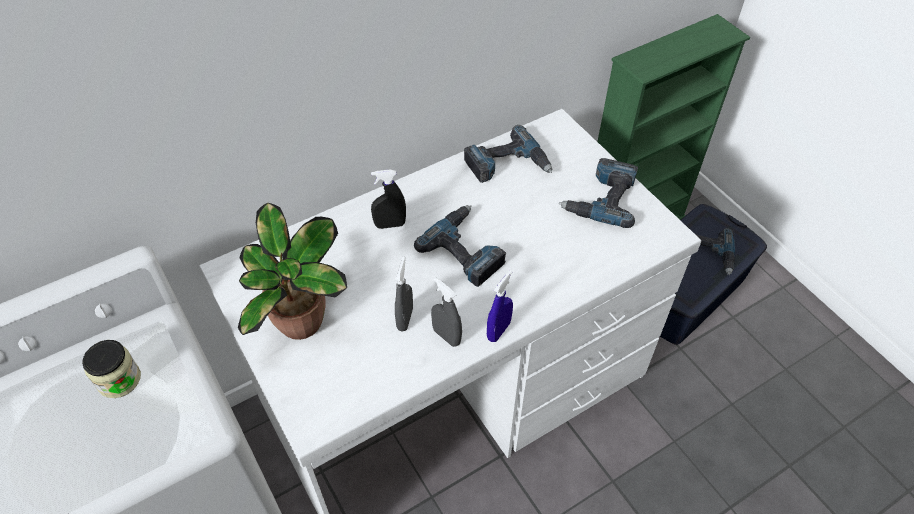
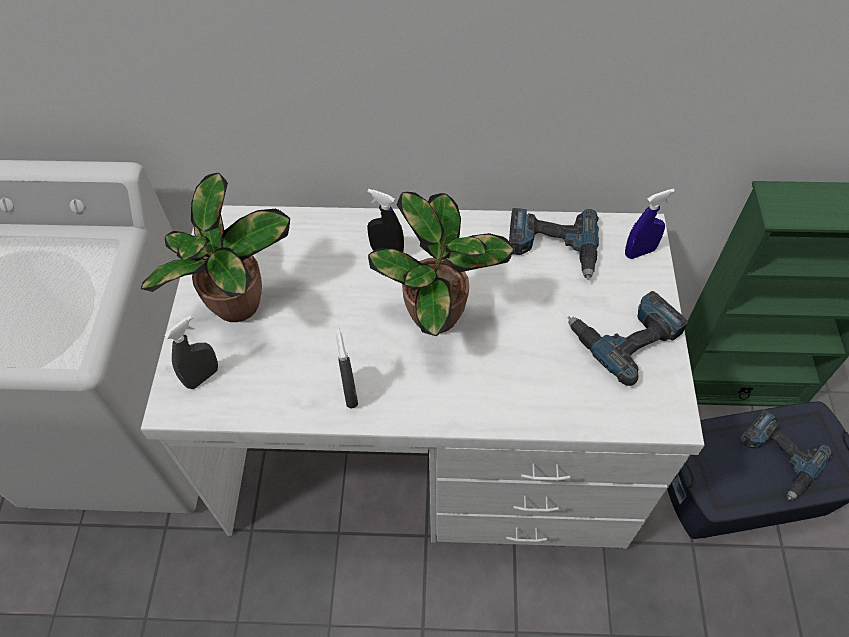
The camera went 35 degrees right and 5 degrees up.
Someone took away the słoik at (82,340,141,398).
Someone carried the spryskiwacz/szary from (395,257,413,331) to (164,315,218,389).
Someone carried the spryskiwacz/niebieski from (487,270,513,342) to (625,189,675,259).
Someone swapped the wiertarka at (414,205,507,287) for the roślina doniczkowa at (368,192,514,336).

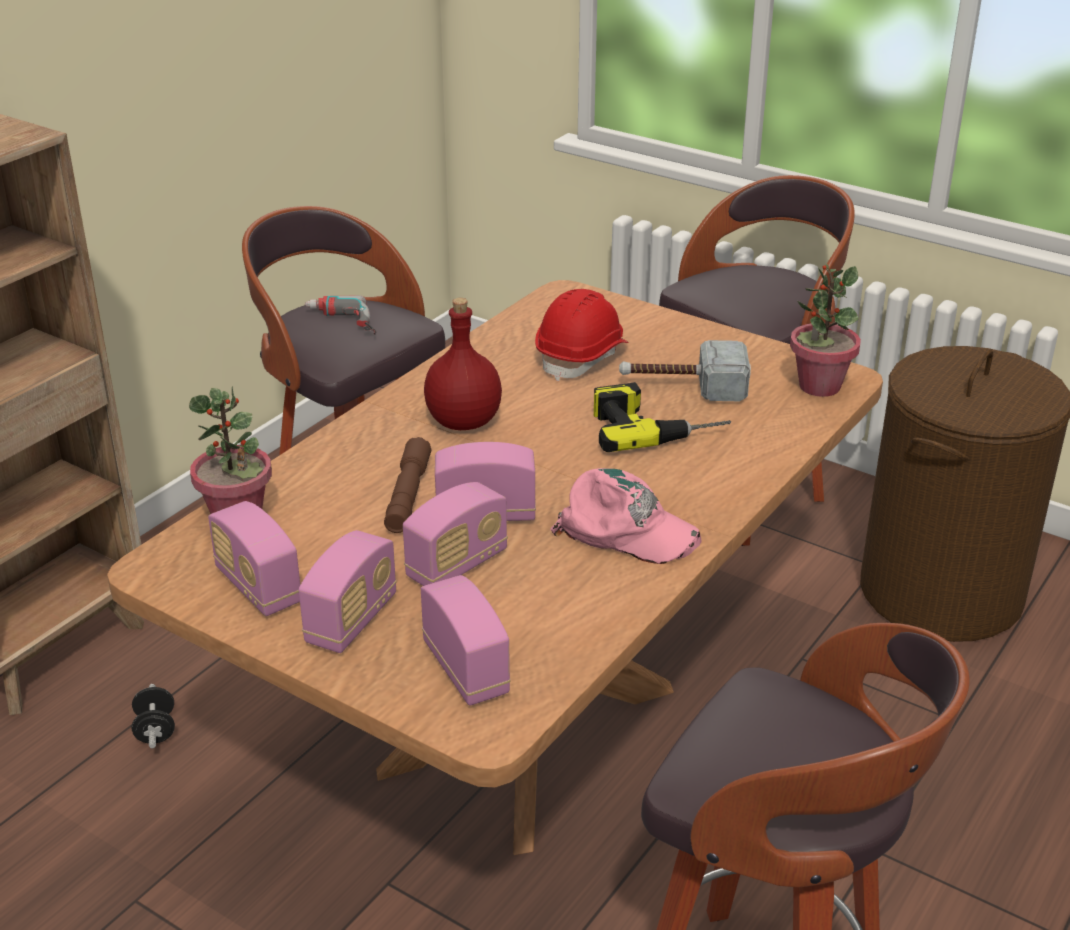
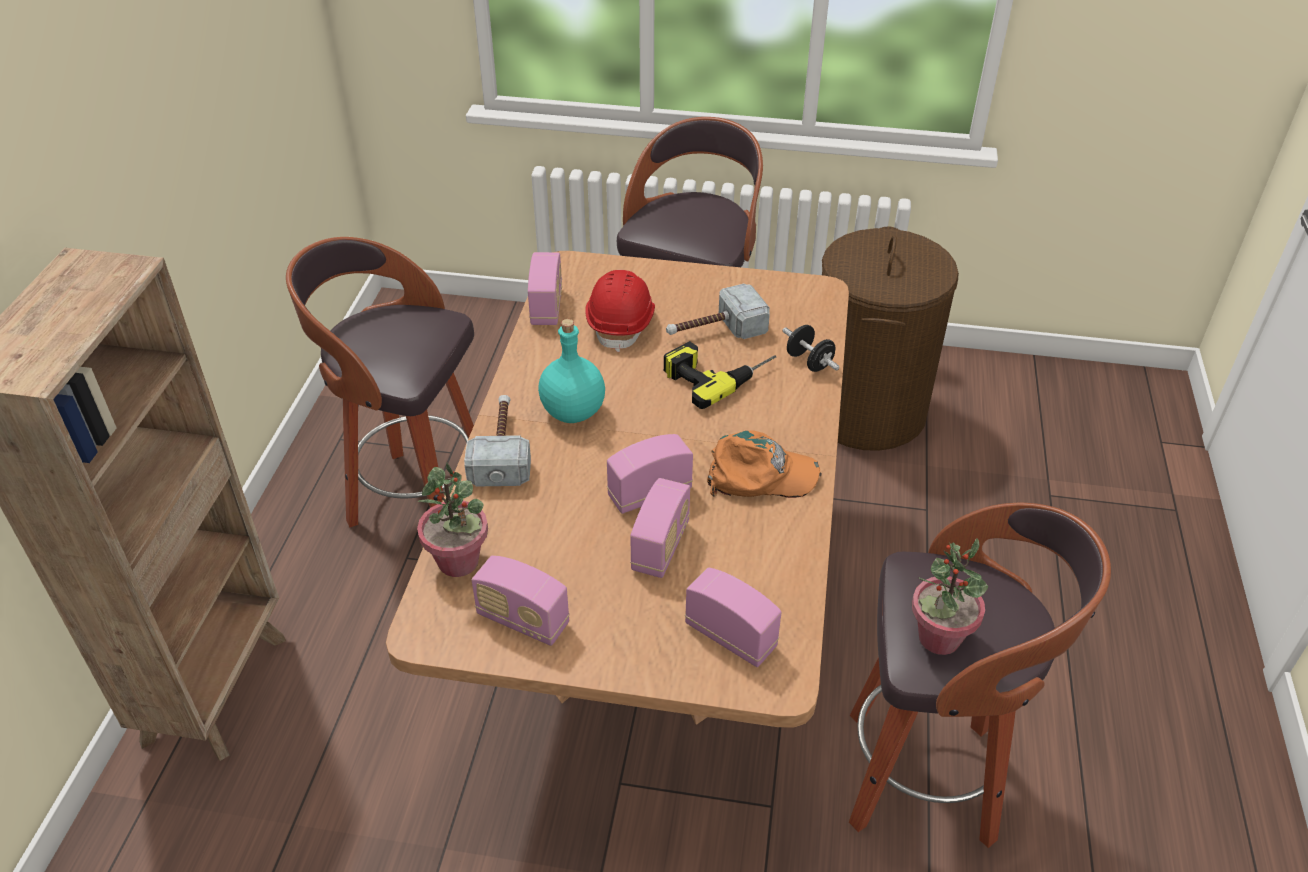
The camera went 25 degrees left and 10 degrees up.
Someone took away the wiertarka at (305,295,376,335).
Someone took away the latarka/brązowy at (384,437,432,533).
Someone put down the młotek at (464,395,531,487).
Someone carried the hantel/czarny from (132,684,175,748) to (782,325,839,372).
Someone carried the radio from (299,530,397,653) to (528,252,562,325).
Someone carried the roślina doniczkowa from (790,264,861,397) to (912,538,988,655).
Someone repainted the butelka/czerwony at (424,298,502,430), which became the butelka/turkusowy at (538,319,605,423).
Someone repainted the czapka z daszkiem/różowy at (550,468,701,564), which became the czapka z daszkiem/pomarańczowy at (707,430,822,498).

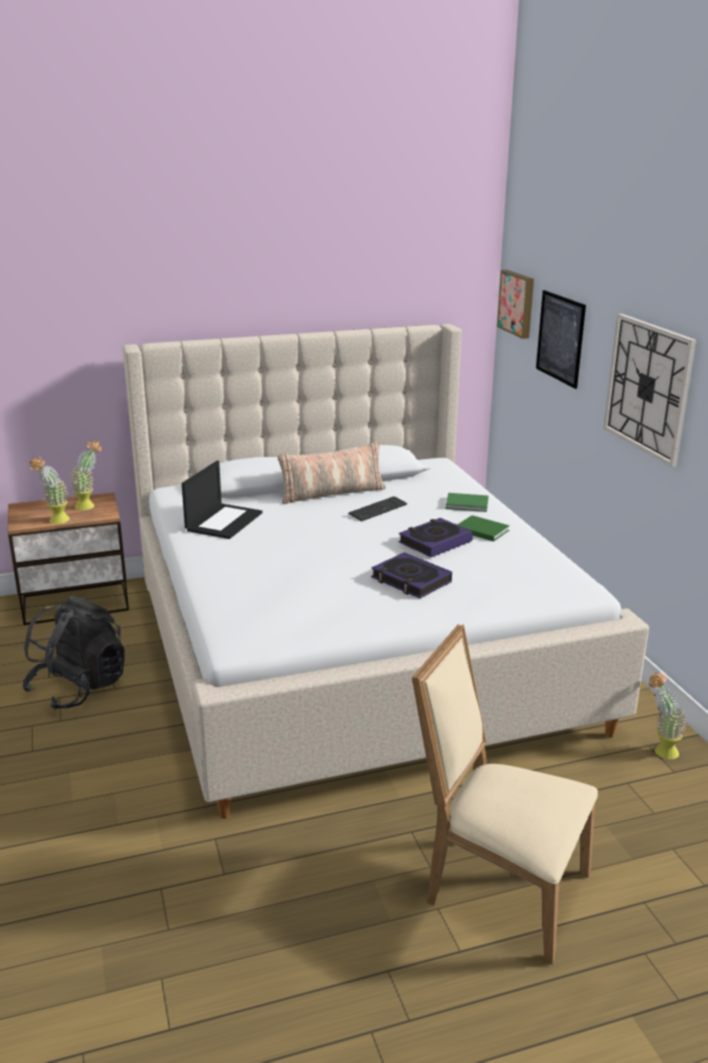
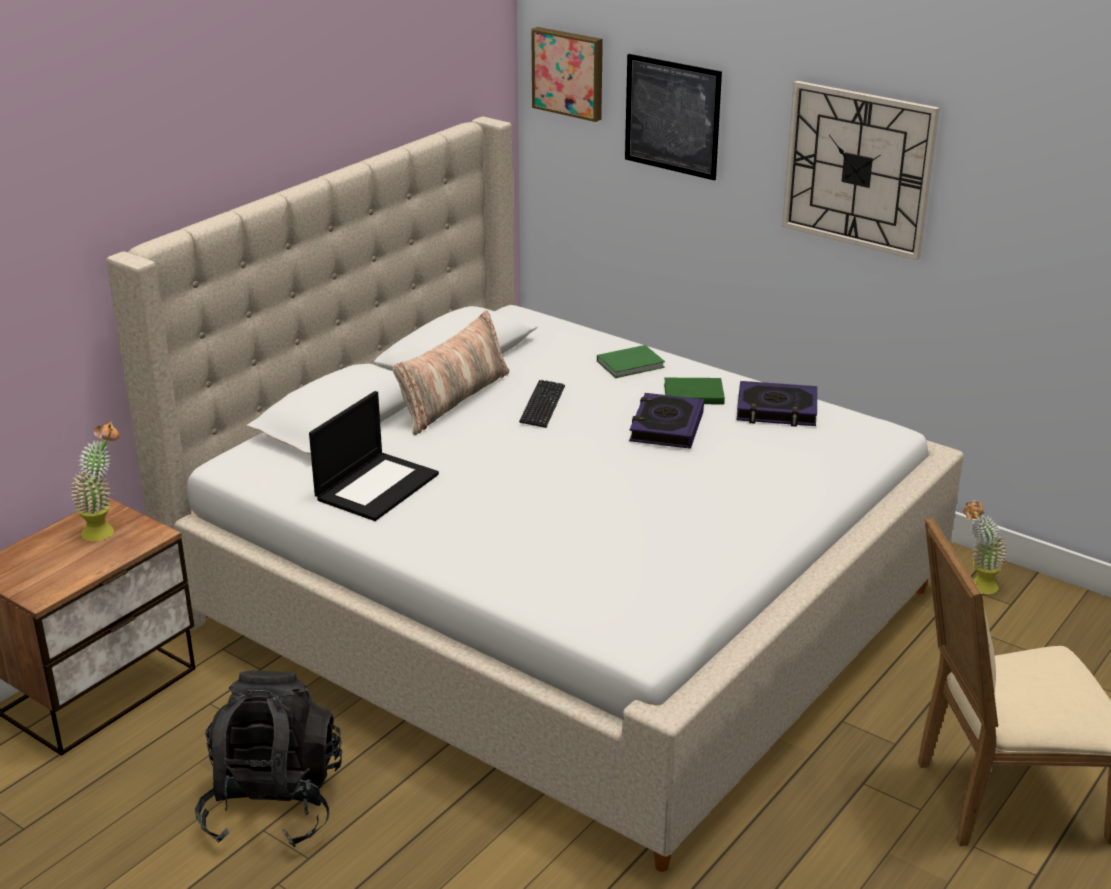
The camera went 35 degrees left and 5 degrees up.
Someone took away the roślina doniczkowa at (29,457,70,524).
Someone carried the książka from (371,552,452,599) to (736,381,817,427).
Someone rotated the laptop at (182,461,263,539) by 45 degrees clockwise.

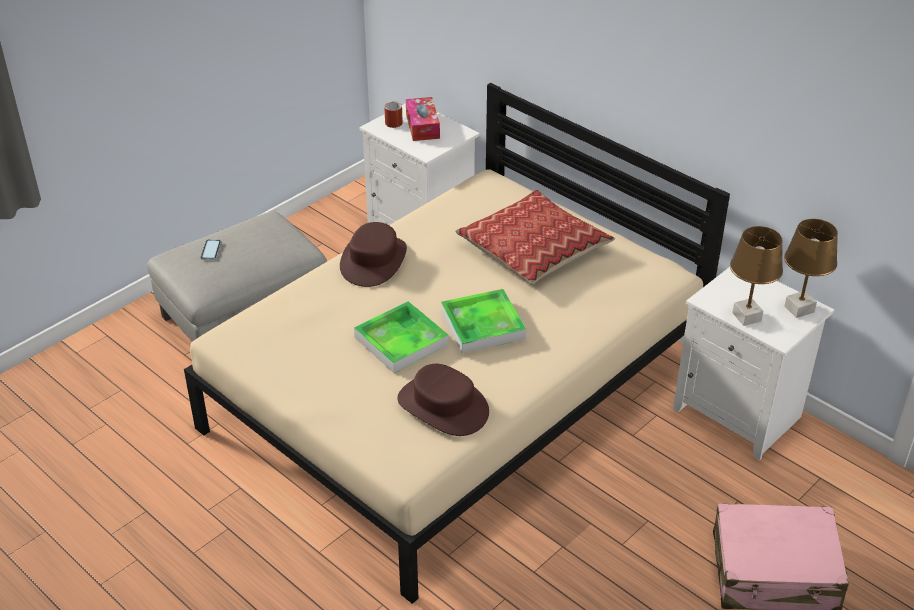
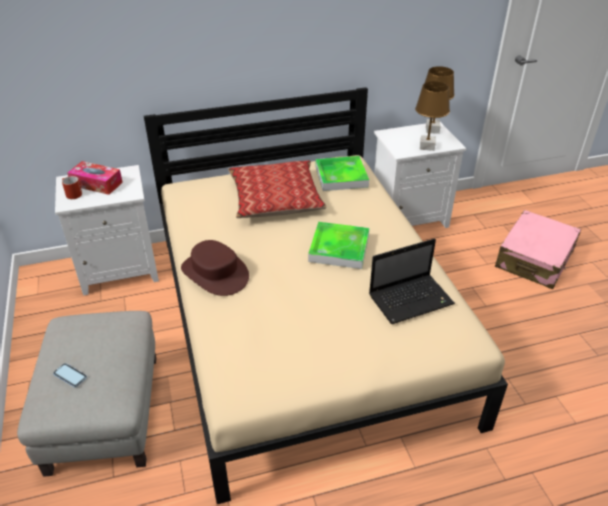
The camera went 60 degrees left and 0 degrees up.
Someone carried the taca from (354,301,449,373) to (315,156,369,191).
Someone swapped the kapelusz/brązowy at (397,364,489,436) for the laptop at (369,238,455,324).

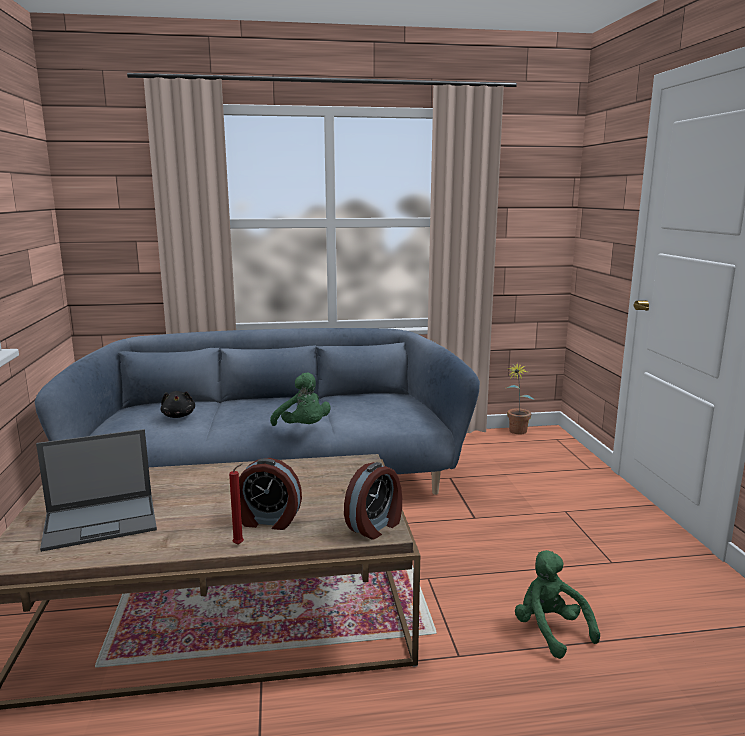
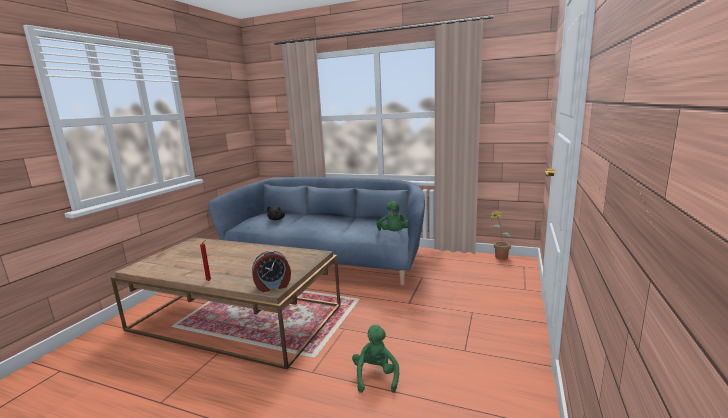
The camera went 30 degrees right and 0 degrees up.
Someone took away the laptop at (36,429,157,552).
Someone took away the budzik at (239,458,302,530).
Someone carried the pluszak/zielony from (270,372,331,426) to (377,201,408,231).

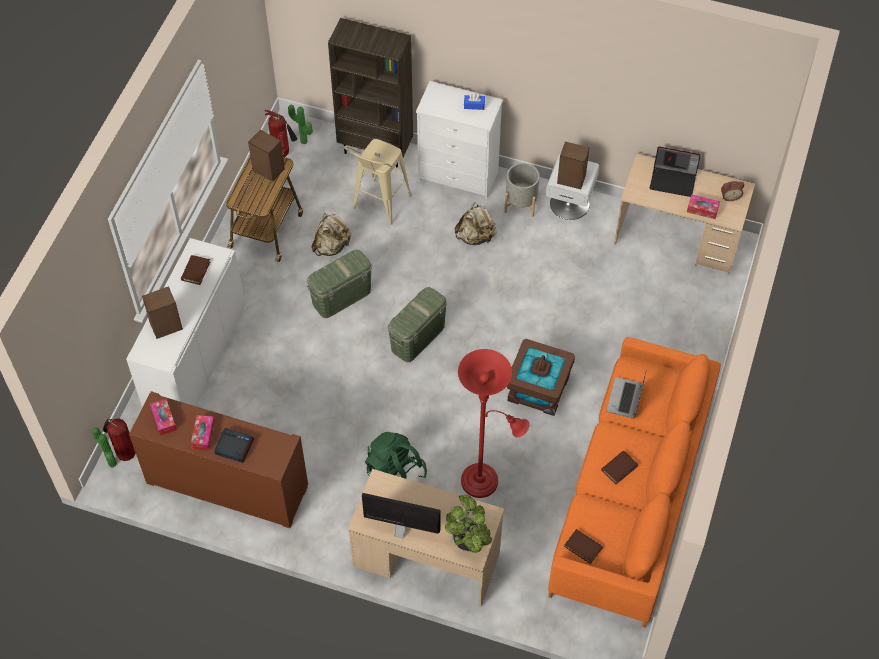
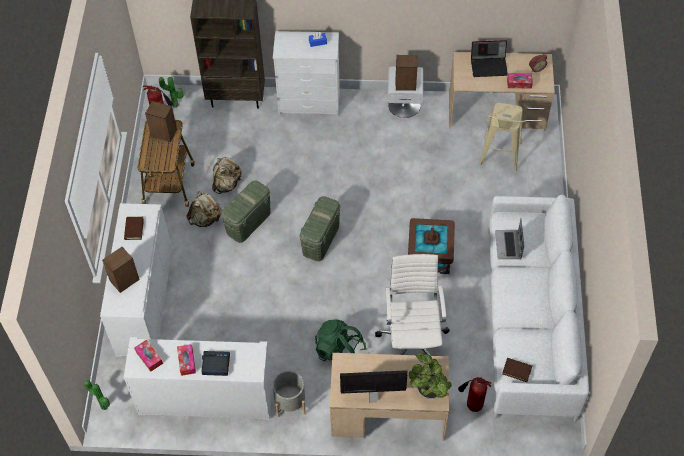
The camera went 15 degrees left and 0 degrees up.
Someone took away the książka/brązowy at (601,450,638,484).
Someone carried the gaśnica from (103,418,135,461) to (458,377,492,412).
Someone carried the stołek/beżowy from (344,139,412,225) to (479,103,526,171).
Someone carried the plecak/beżowy from (454,202,497,245) to (186,192,223,227).
Someone carried the donica/szary from (504,163,540,217) to (272,371,306,417).
Someone swapped the lampa stojąca/czerwony at (458,349,530,498) for the krzesło biurowe/biały at (375,254,450,356).
Someone repainted the szafka/brązowy at (129,391,308,528), which became the szafka/biały at (124,337,273,420).
Someone repainted the kanapa/pomarańczowy at (548,337,721,627), which became the kanapa/biały at (489,195,589,421).

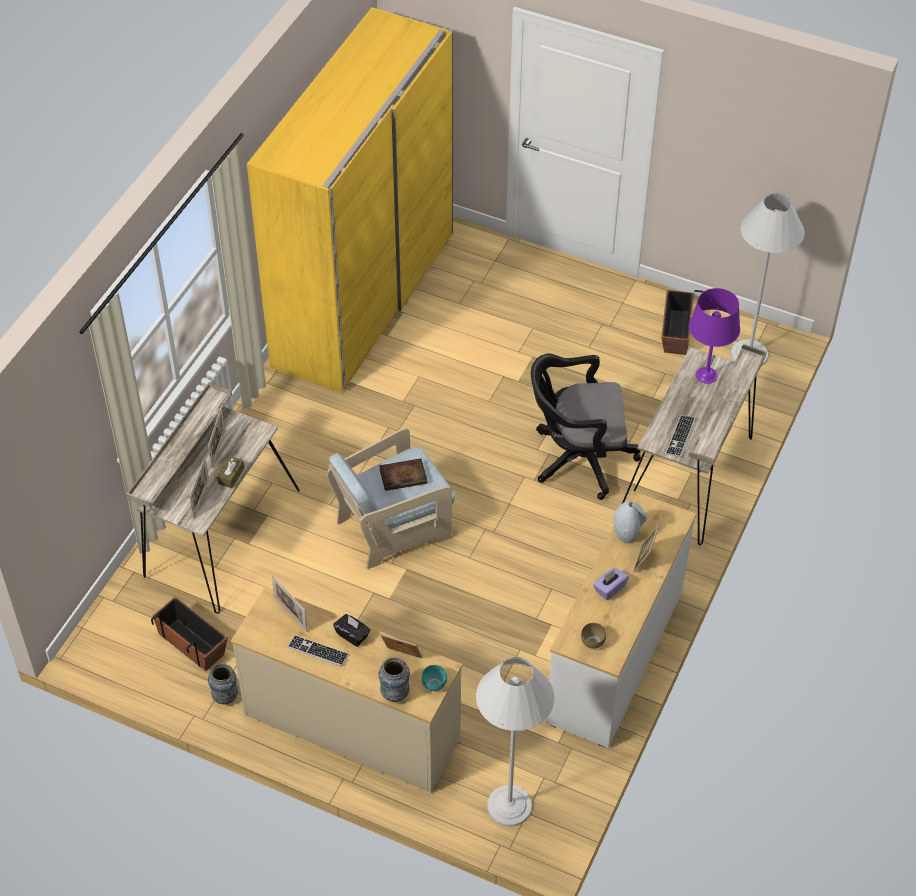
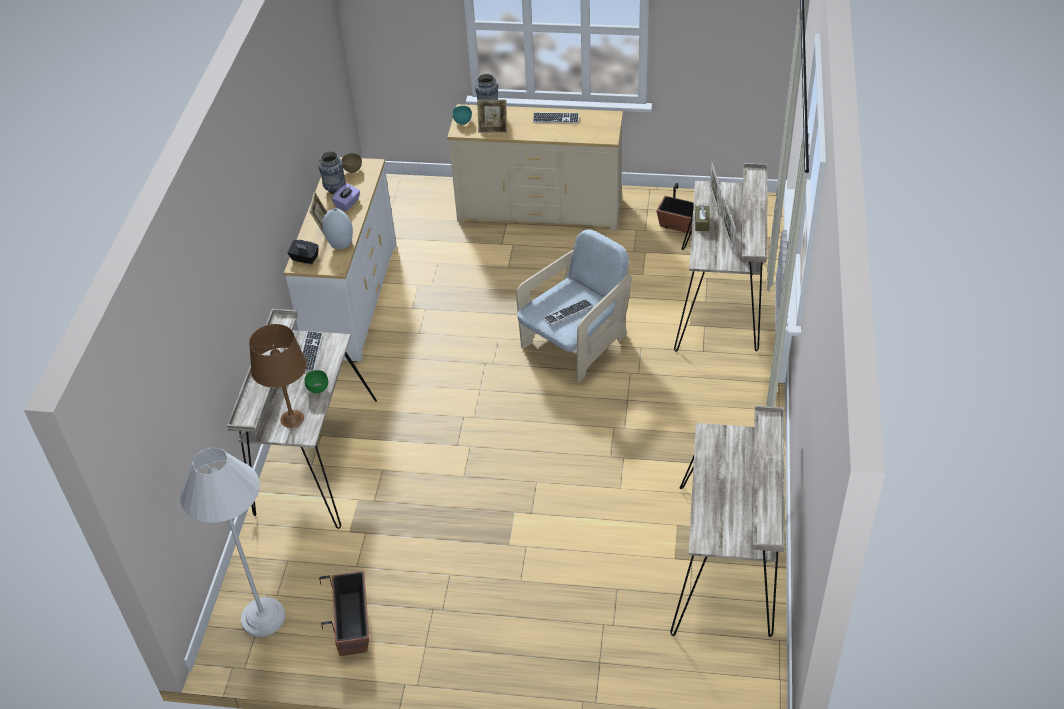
The camera went 165 degrees right and 5 degrees down.
Someone took away the ramka na zdjęcie at (272,575,308,632).
Someone took away the lampa stojąca/biały at (476,657,554,827).
Someone took away the krzesło biurowe/czarny at (531,354,641,500).
Someone put down the miska/zielony at (305,370,328,394).
Someone carried the wazon from (208,663,238,705) to (318,151,346,194).
Someone carried the pudełko chusteczek/czarny from (333,614,370,647) to (287,240,319,264).
Someone swapped the szafa/żółty at (247,7,453,393) for the biurko/beżowy at (670,406,785,637).
Someone swapped the książka at (379,458,427,491) for the klawiatura at (543,299,593,326).
Someone repainted the lampa stołowa/fioletowy at (689,288,740,384), which became the lampa stołowa/brązowy at (249,324,307,428).

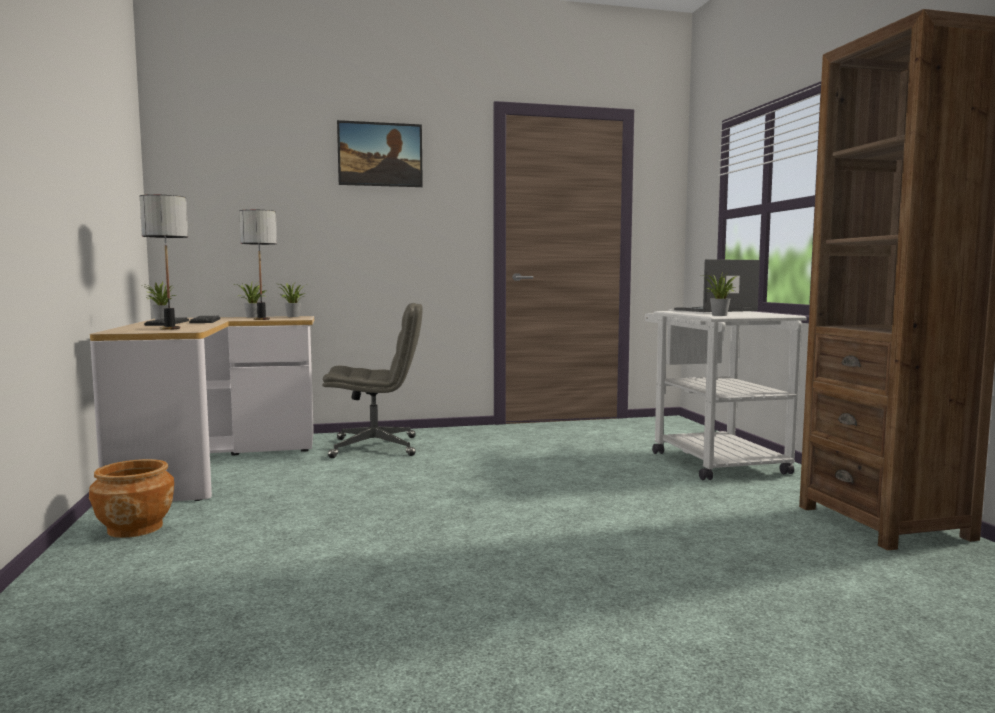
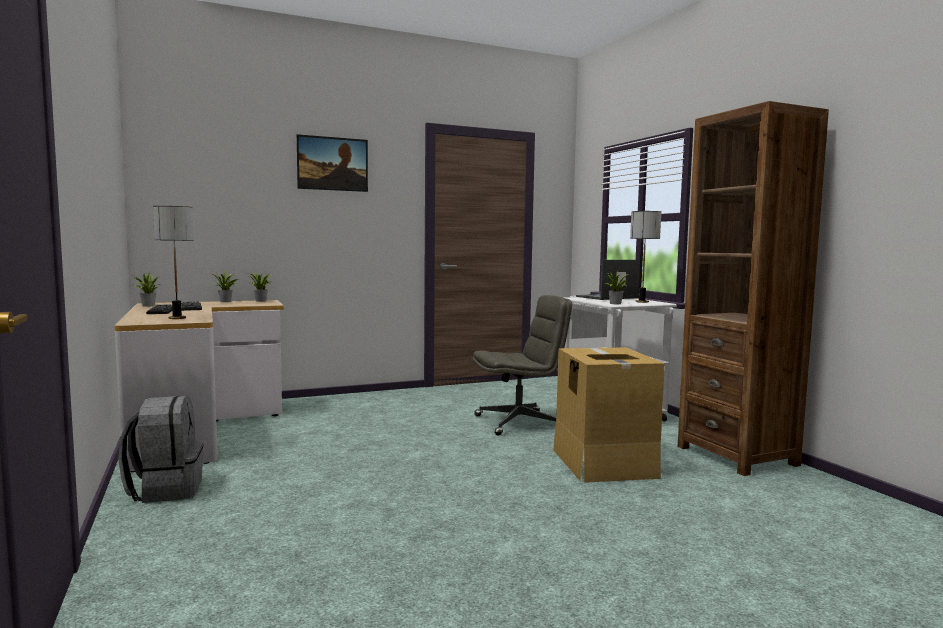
The camera went 10 degrees left and 0 degrees up.
Someone put down the karton at (553,347,665,483).
Someone carried the lampa stołowa from (239,209,277,320) to (630,211,661,303).
Someone carried the krzesło biurowe/szary from (322,303,422,458) to (473,295,572,436).
Someone swapped the donica/brązowy at (89,459,174,538) for the plecak/szary at (118,396,203,503).

